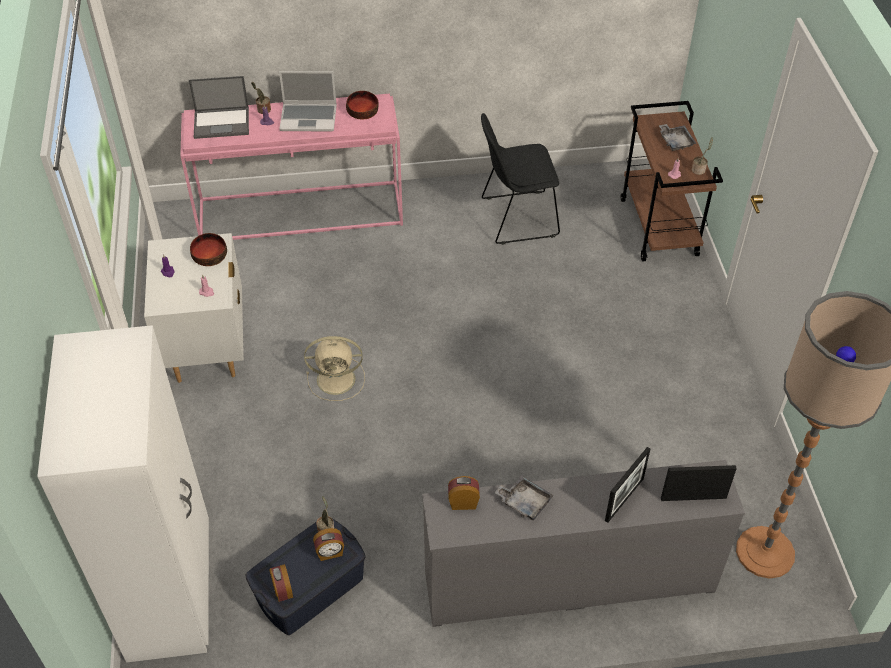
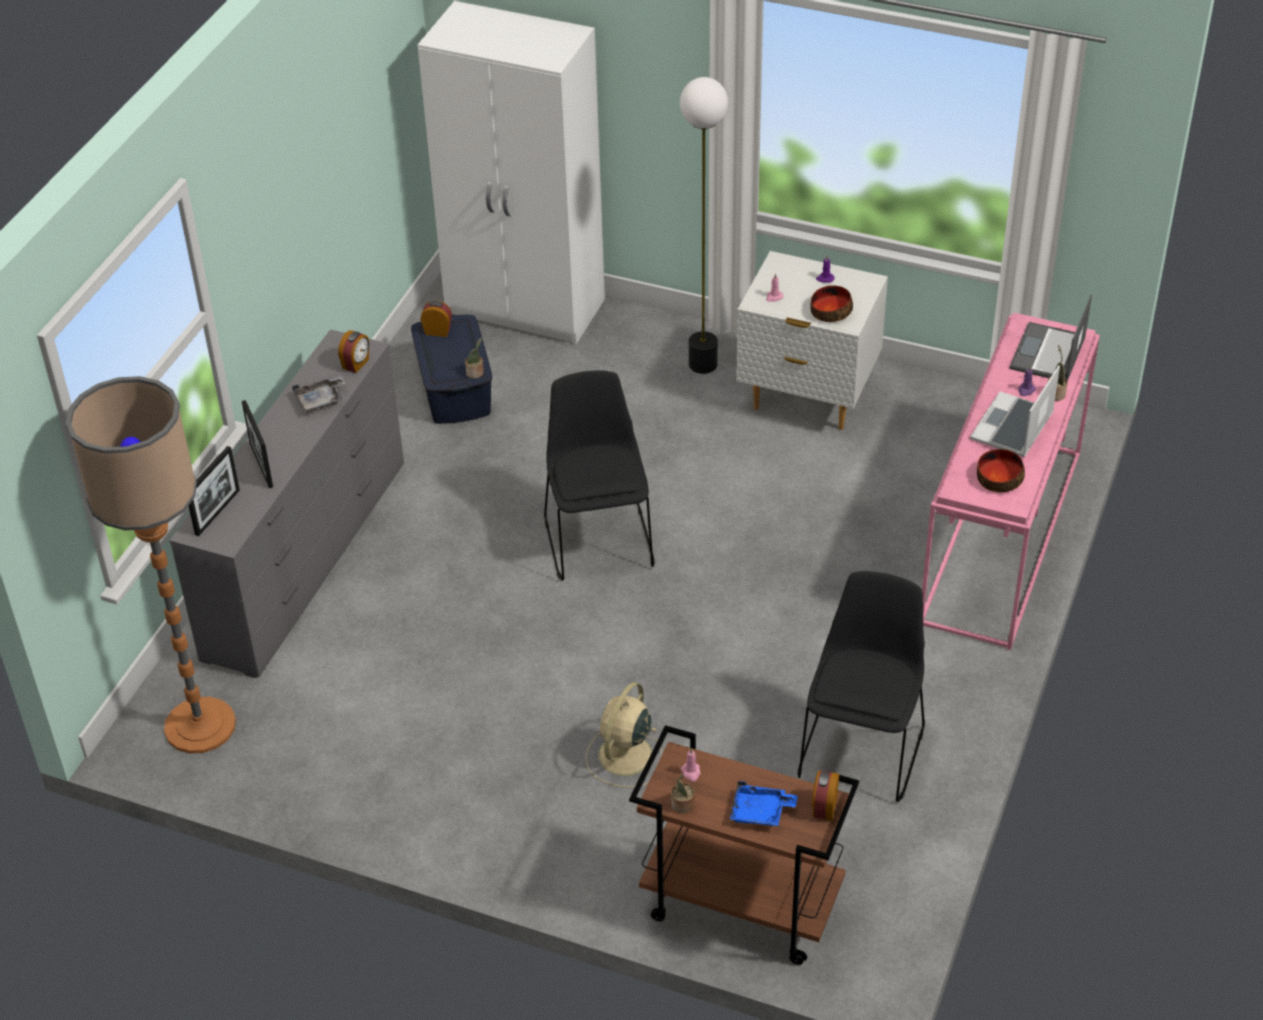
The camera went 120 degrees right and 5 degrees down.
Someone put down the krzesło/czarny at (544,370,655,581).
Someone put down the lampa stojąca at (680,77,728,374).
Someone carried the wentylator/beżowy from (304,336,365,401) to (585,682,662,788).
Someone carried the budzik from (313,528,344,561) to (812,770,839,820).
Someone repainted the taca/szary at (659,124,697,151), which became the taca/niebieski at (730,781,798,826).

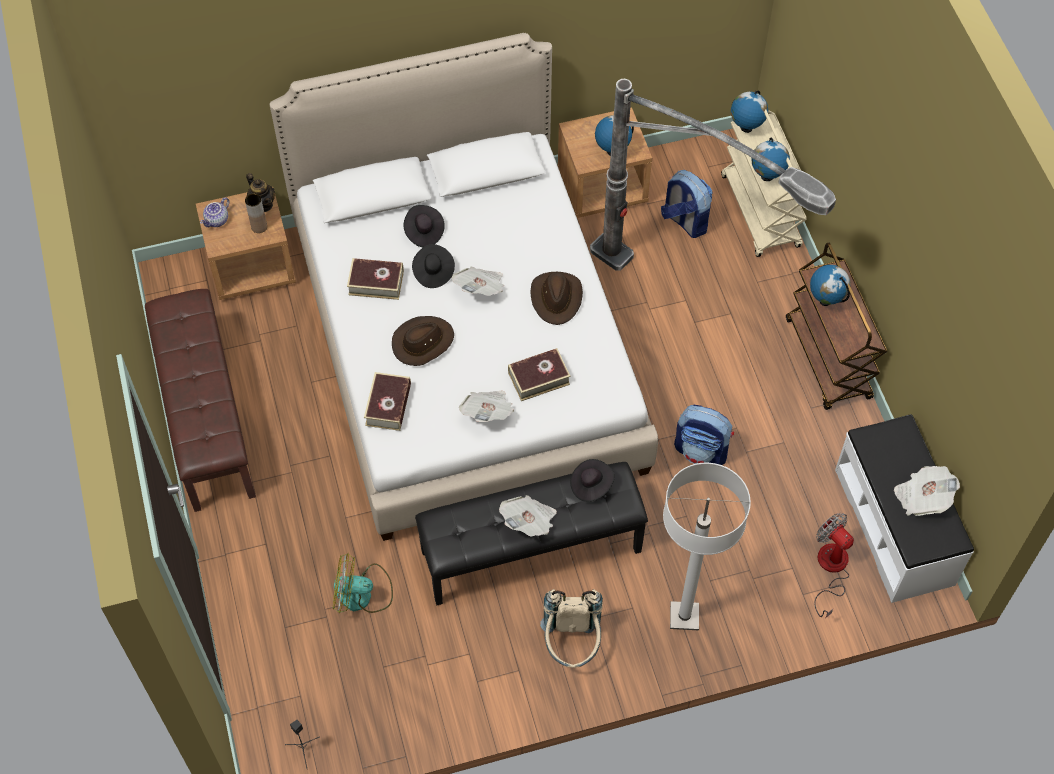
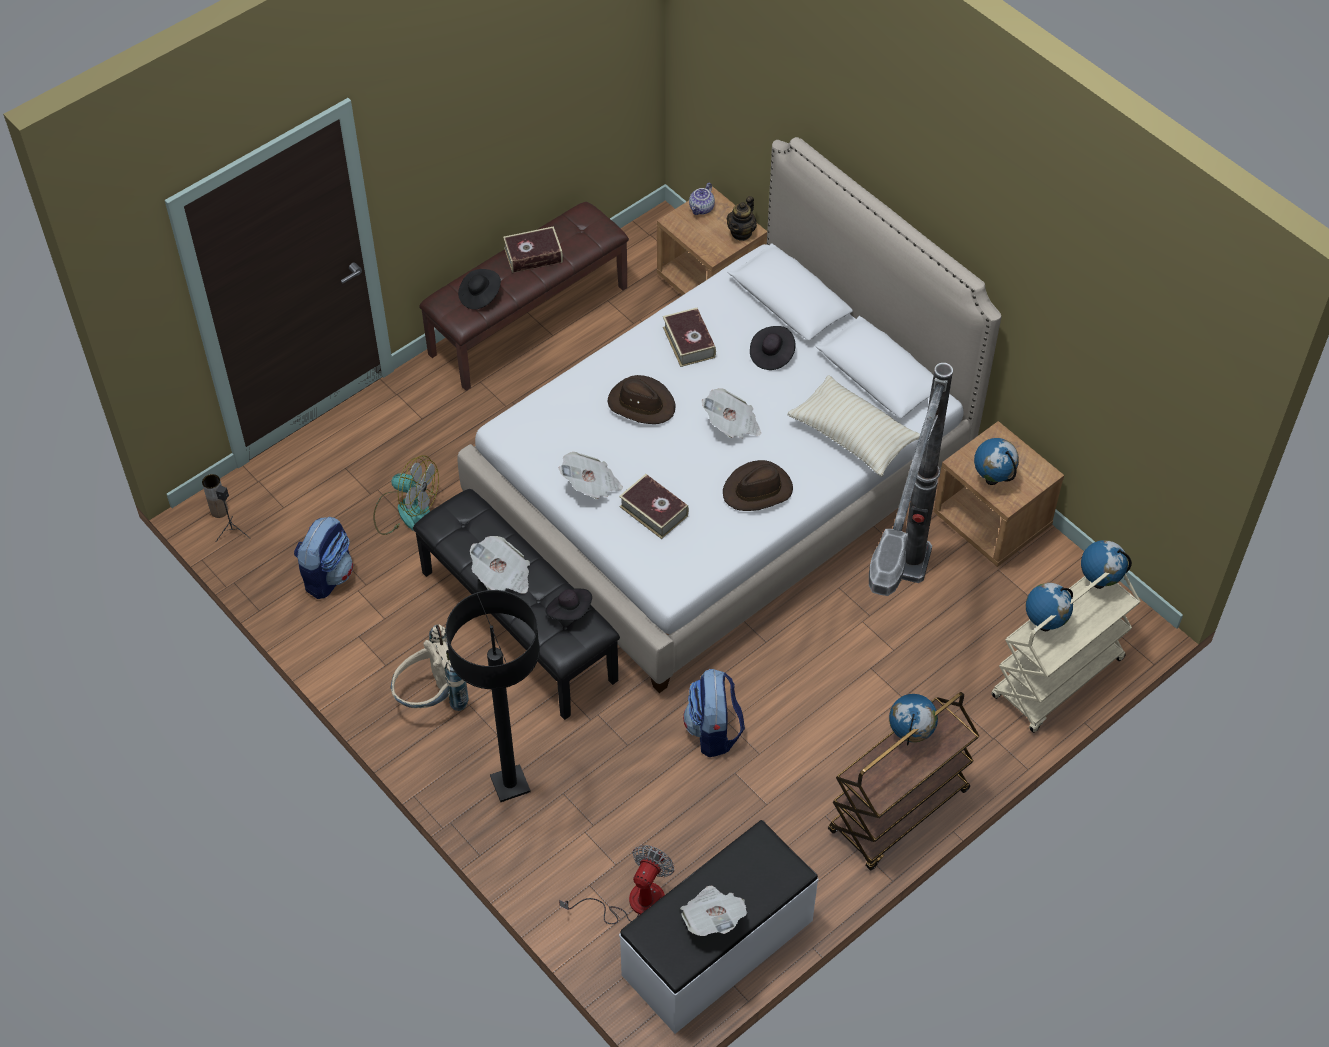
The camera went 65 degrees right and 5 degrees down.
Someone put down the poduszka/beżowy at (787,375,920,477).
Someone carried the wazon/brązowy from (245,193,267,233) to (202,474,228,518).
Someone carried the książka from (364,372,411,431) to (503,226,563,273).
Someone carried the kapelusz/czarny from (412,244,455,288) to (458,269,501,310).
Someone carried the plecak from (661,170,713,238) to (294,516,353,599).
Someone repainted the lampa stojąca/biały at (663,463,751,630), which became the lampa stojąca/czarny at (446,590,540,802).
Someone rotated the imbryk at (200,197,229,227) by 75 degrees counterclockwise.
Someone rotated the wentylator at (333,553,393,613) by 135 degrees clockwise.

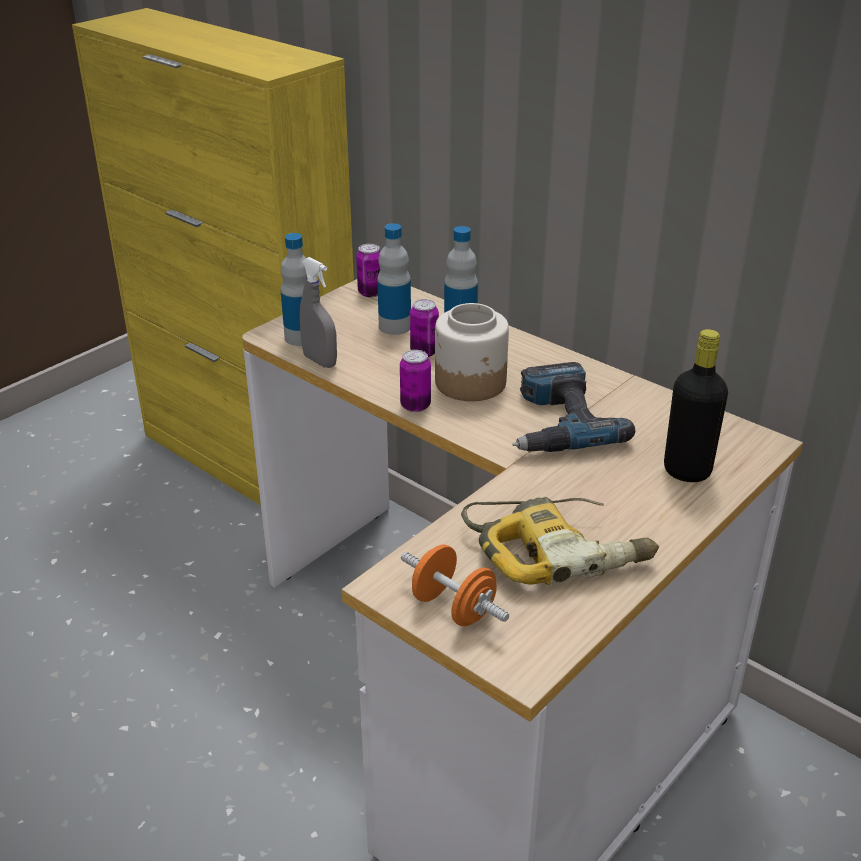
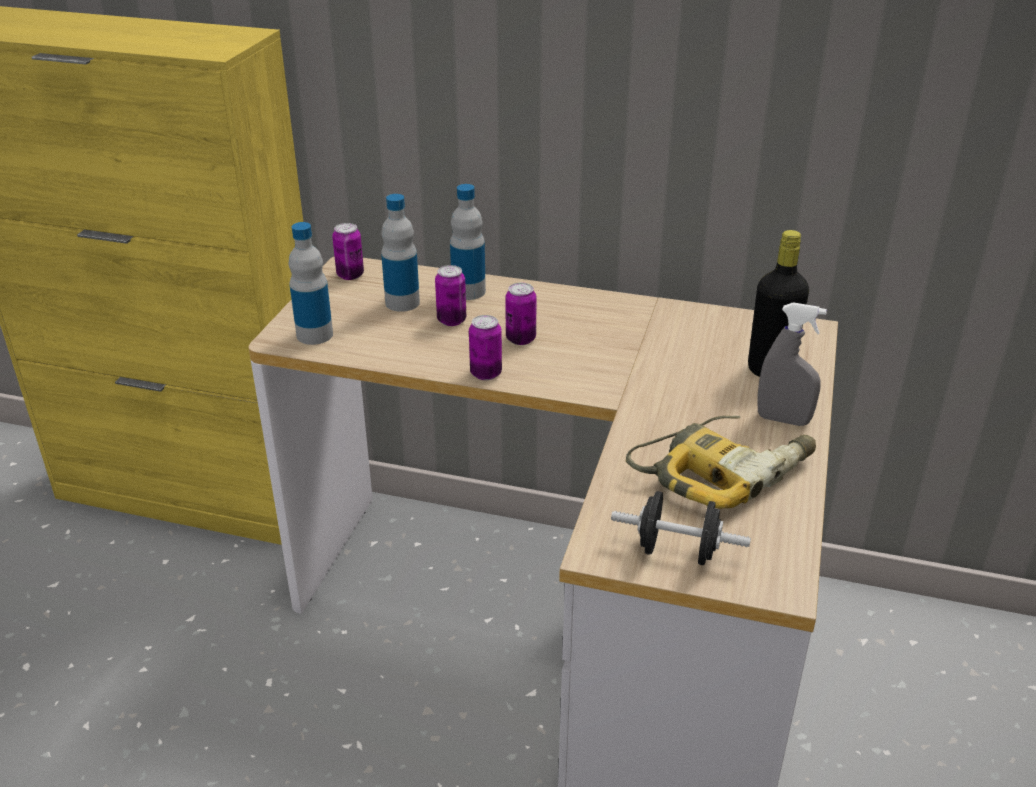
The camera went 25 degrees left and 0 degrees up.
Someone took away the wiertarka at (513,362,635,452).
Someone carried the spryskiwacz/szary from (300,257,337,368) to (757,303,827,426).
Someone swapped the słoik at (435,303,509,401) for the puszka at (505,283,537,345).
Someone repainted the hantel/pomarańczowy at (401,544,509,626), which became the hantel/czarny at (611,491,751,565).

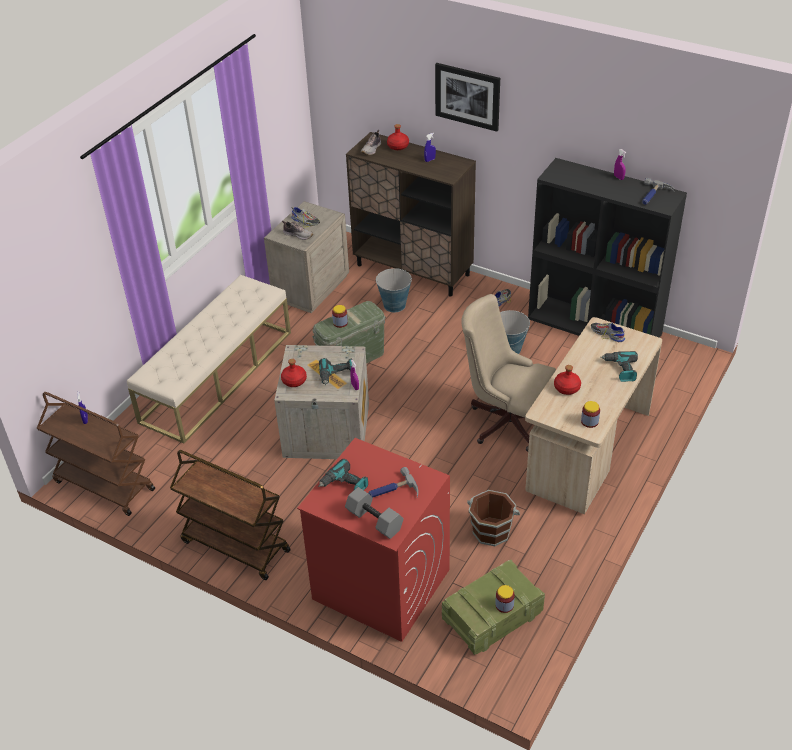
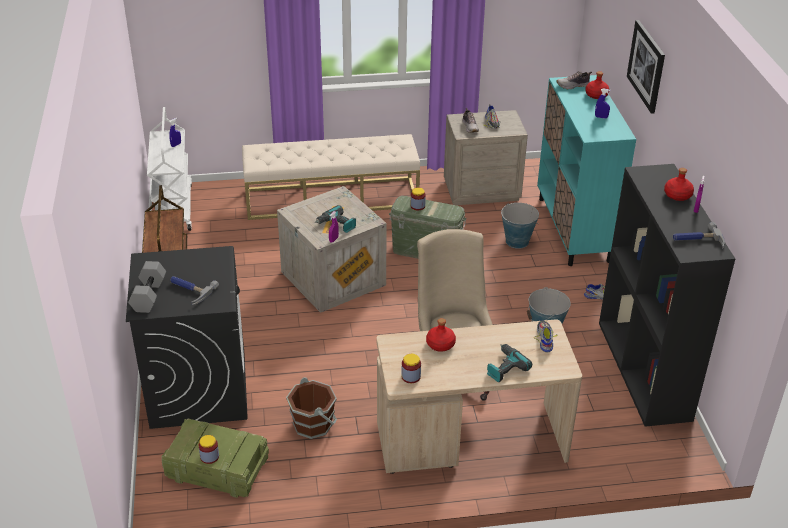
The camera went 50 degrees right and 5 degrees down.
Someone took away the wiertarka at (318,459,368,490).
Someone carried the butelka/czerwony from (281,359,307,387) to (664,168,694,201).
Someone repainted the wózek/brązowy at (37,392,155,516), which became the wózek/biały at (147,107,192,231).
Someone repainted the pralka/czerwony at (297,438,450,642), which became the pralka/czarny at (126,246,248,429).
Someone repainted the szafka/brązowy at (346,132,476,296), which became the szafka/turkusowy at (537,75,636,266).

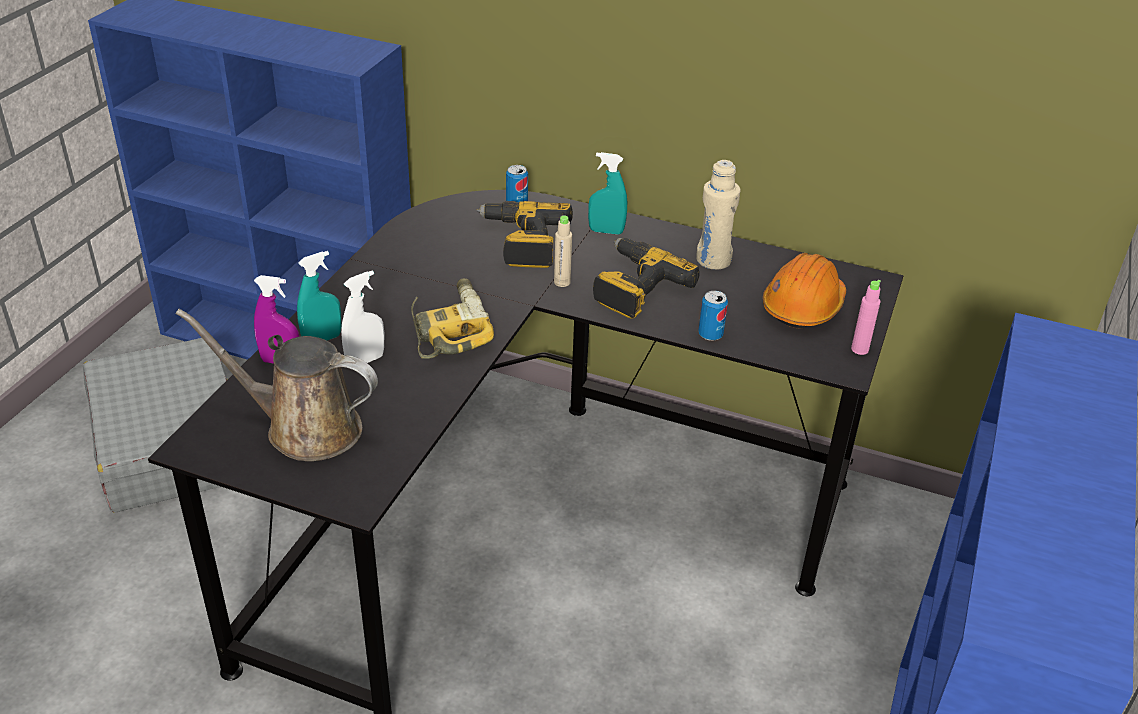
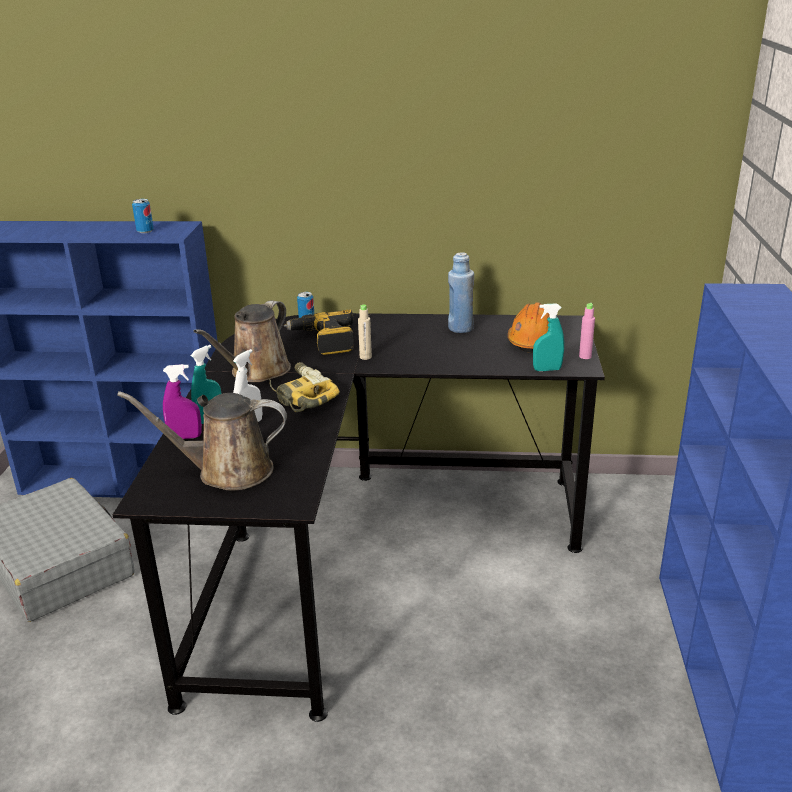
The camera went 15 degrees left and 10 degrees down.
Someone took away the wiertarka at (593,238,700,319).
Someone put down the konewka/brązowy at (194,300,291,382).
Someone carried the spryskiwacz/turkusowy from (588,152,627,235) to (533,303,564,371).
Someone carried the puszka from (698,291,728,341) to (132,199,154,233).
Someone repainted the butelka/beżowy at (696,160,741,270), which became the butelka/niebieski at (448,252,474,333).

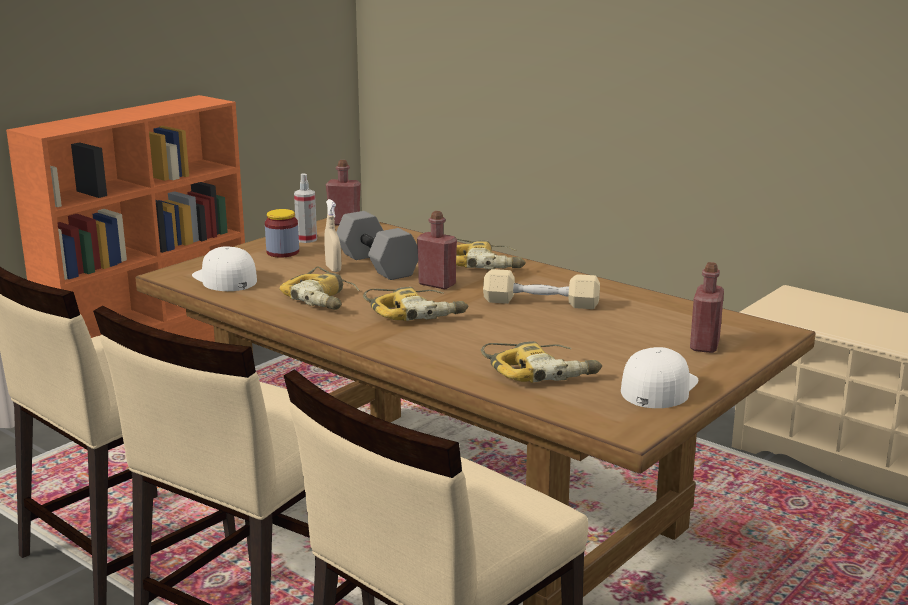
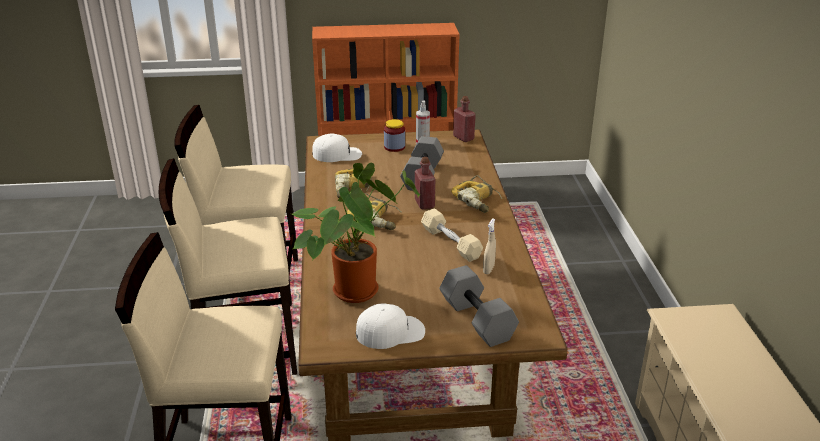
The camera went 45 degrees right and 10 degrees up.
Someone carried the spryskiwacz/beżowy from (324,199,341,272) to (483,219,496,274).
Someone swapped the wiertarka at (481,341,602,383) for the roślina doniczkowa at (292,163,420,303).
Someone swapped the butelka/czerwony at (690,262,724,353) for the hantel/szary at (439,265,519,347).
Someone rotated the czapka z daszkiem/biały at (192,246,257,291) by 75 degrees clockwise.

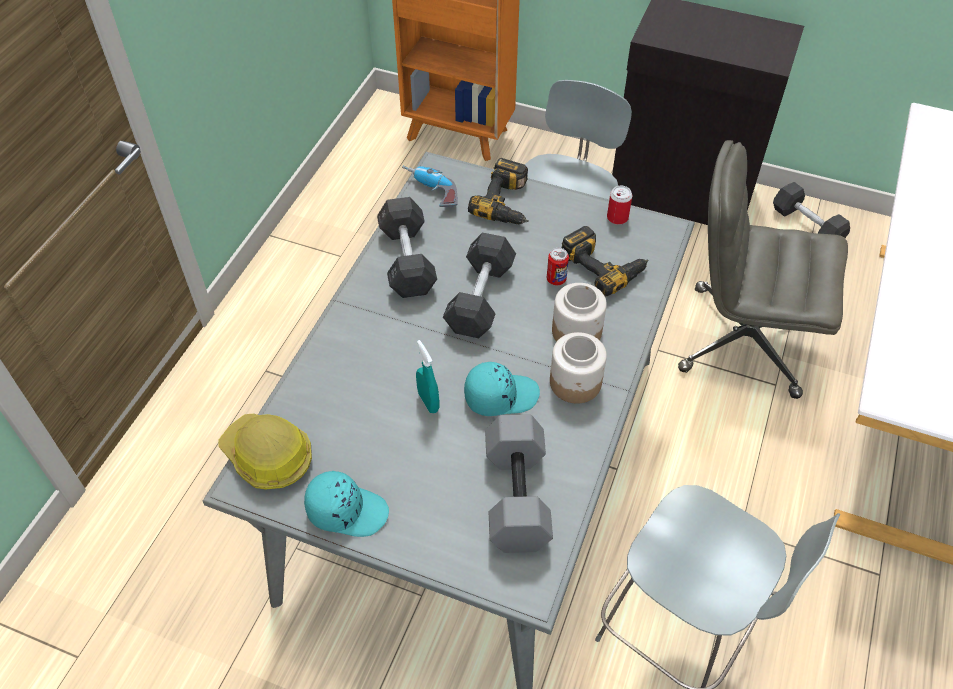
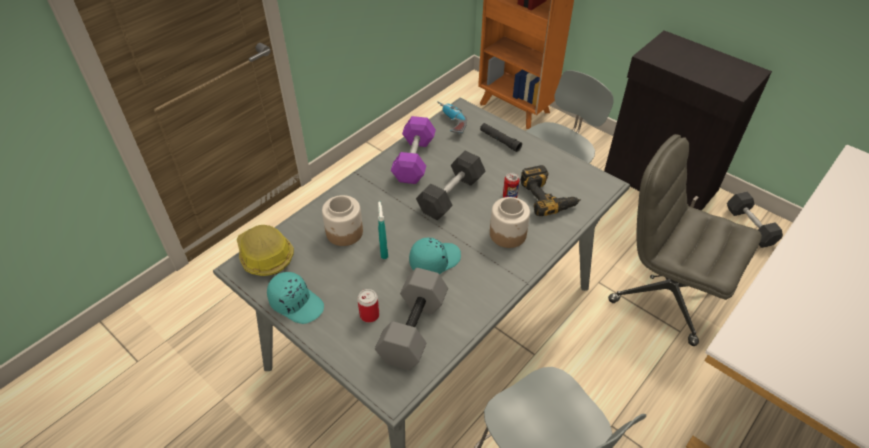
The camera went 20 degrees right and 5 degrees down.
Someone carried the słoik from (550,332,607,404) to (322,195,363,246).
Someone carried the puszka from (607,185,632,225) to (357,289,379,323).
Someone swapped the wiertarka at (468,158,529,224) for the latarka/czarny at (480,123,522,152).
Someone repainted the hantel/szary at (377,197,437,298), which became the hantel/fioletowy at (391,116,436,184).
Someone rotated the czapka z daszkiem/turkusowy at (464,362,540,416) by 45 degrees counterclockwise.

